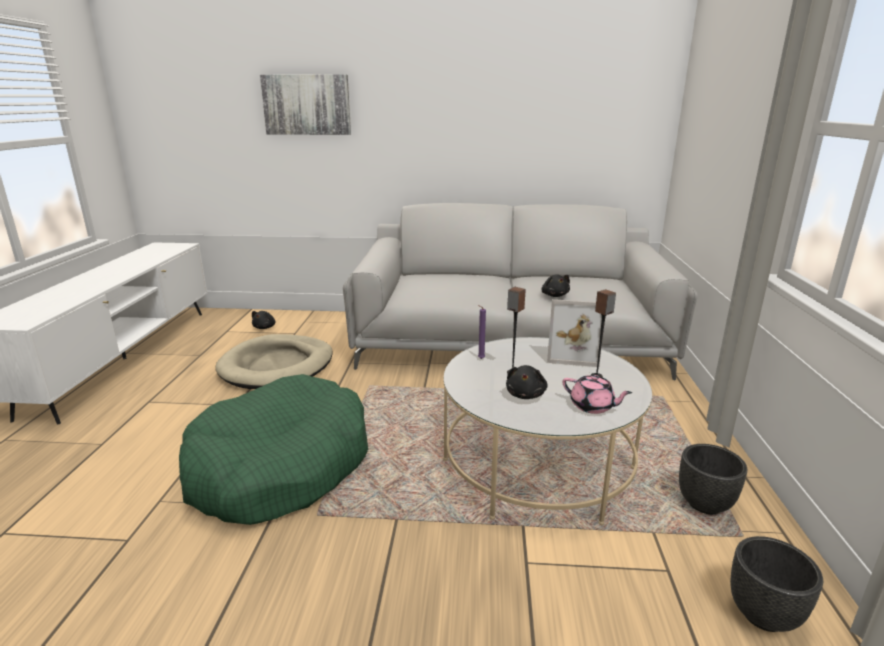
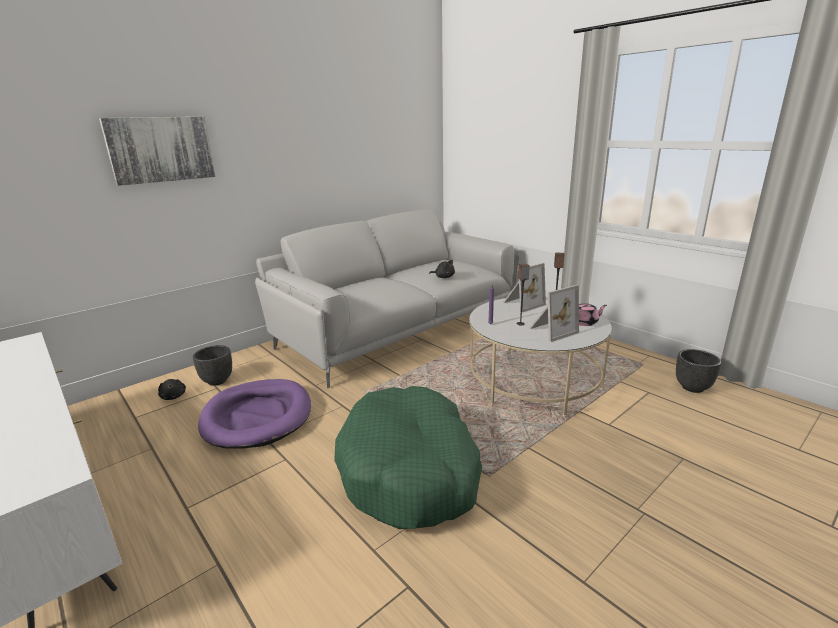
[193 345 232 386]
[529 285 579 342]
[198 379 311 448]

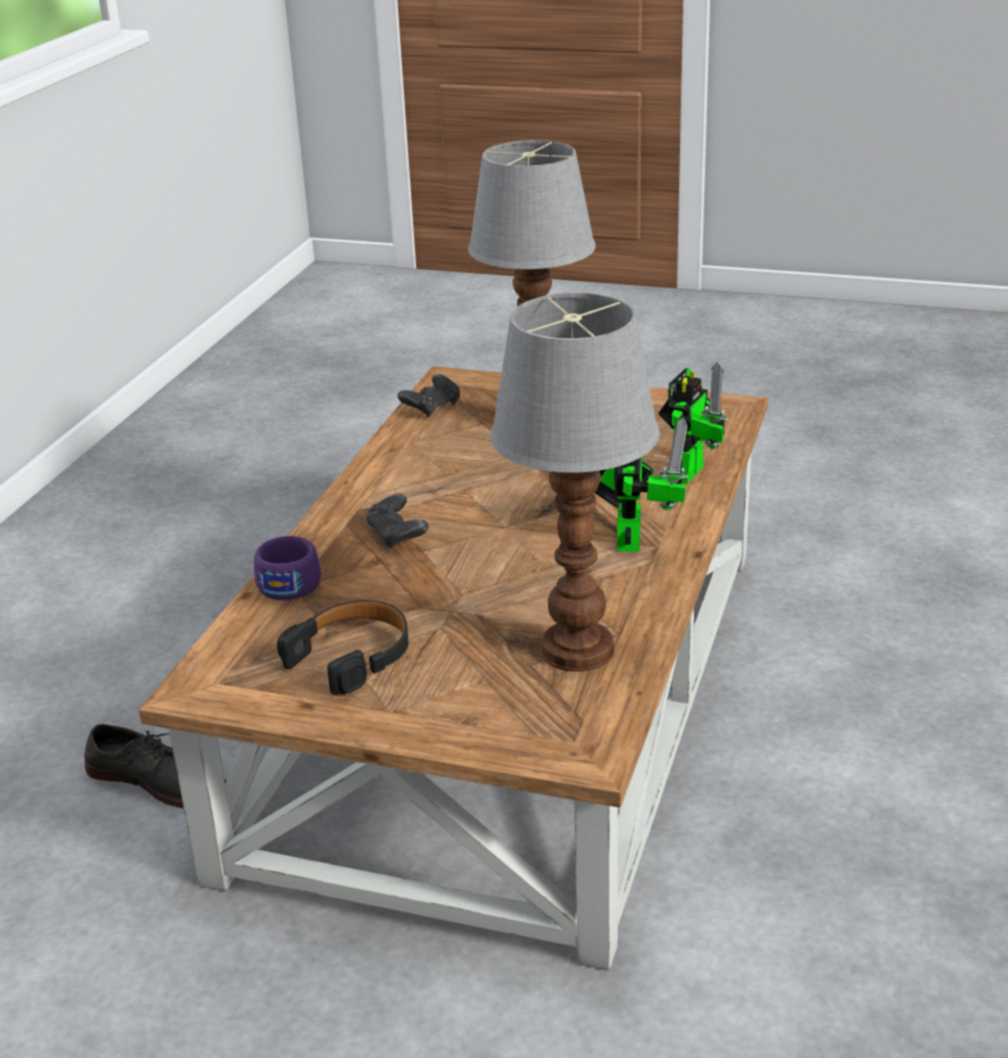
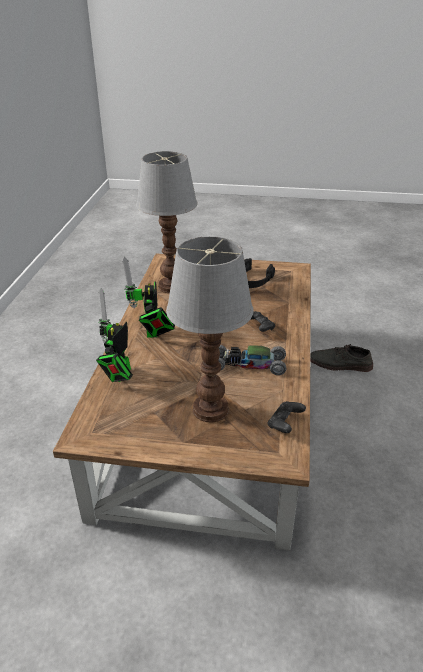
[254 536 321 600] (first image)
[218 345 286 375]

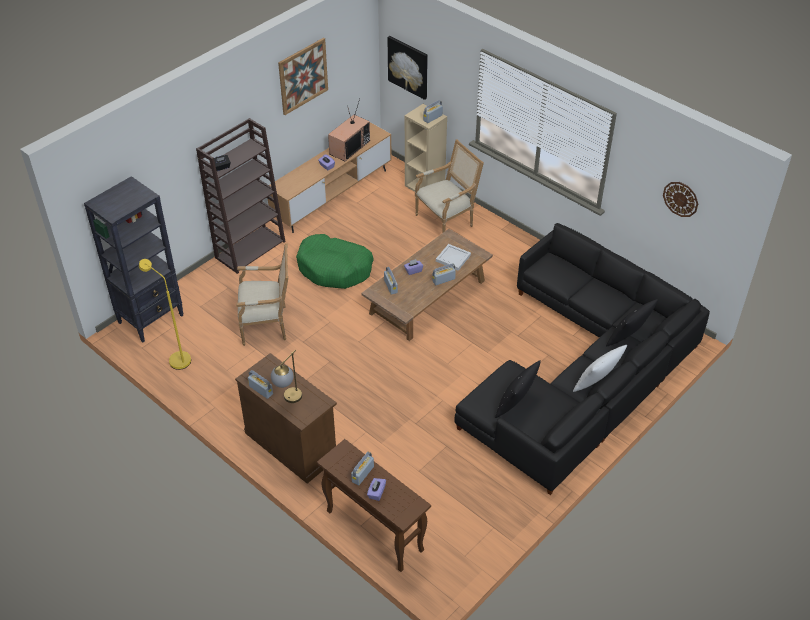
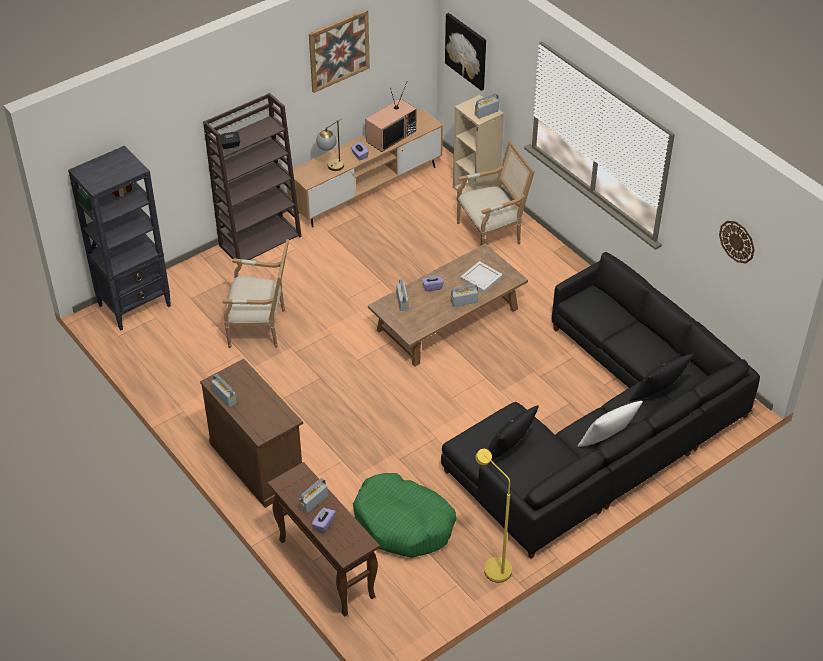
[475 449 512 583]
[316 118 344 171]
[353 473 456 558]

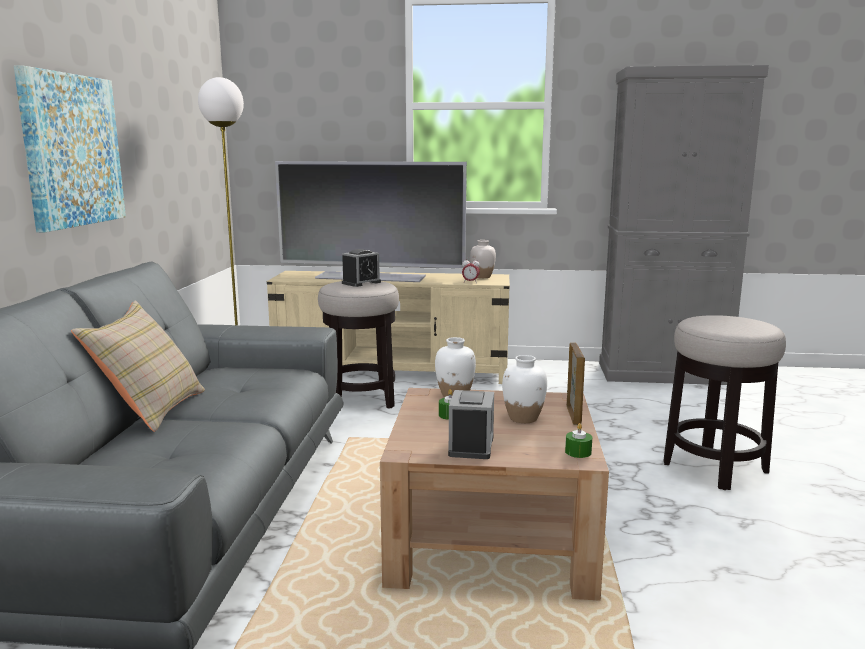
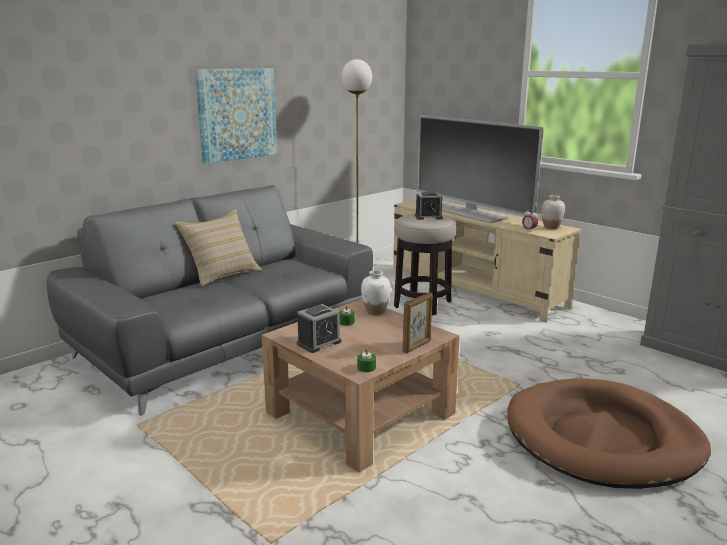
[502 355 547 423] (first image)
[507 378 711 489]

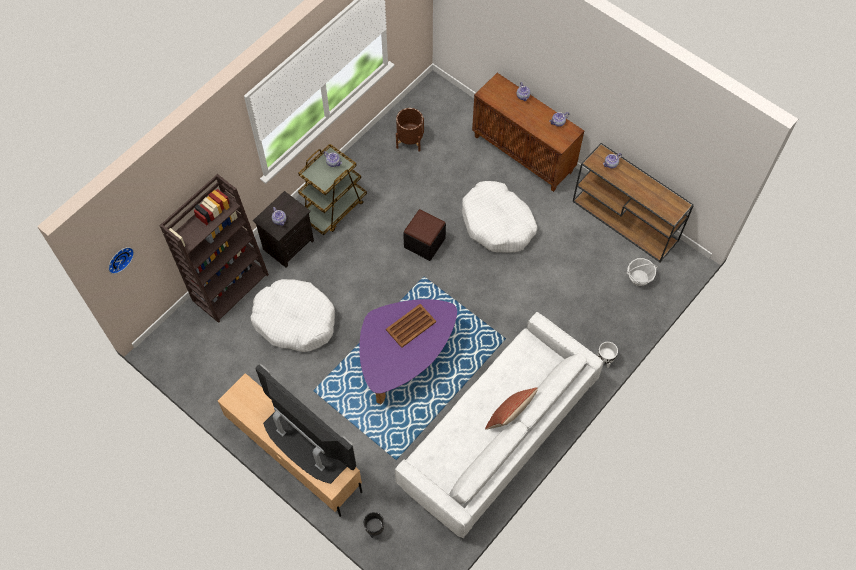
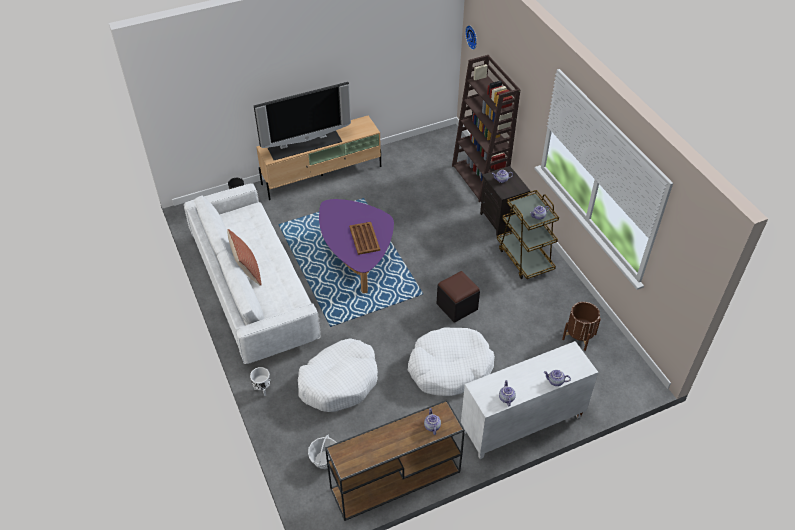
[298 338 378 412]
[461 341 598 459]

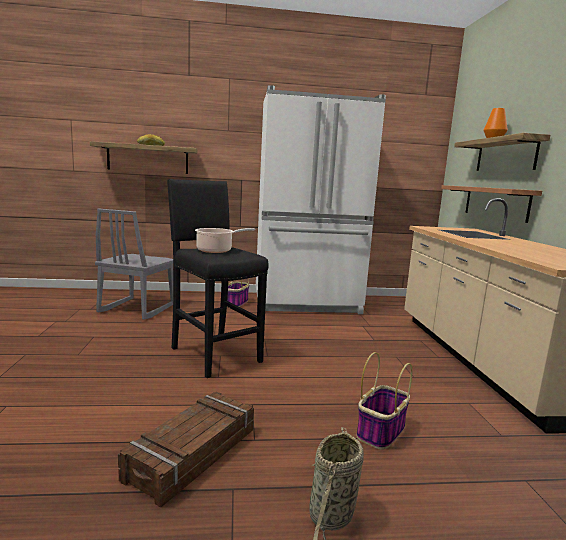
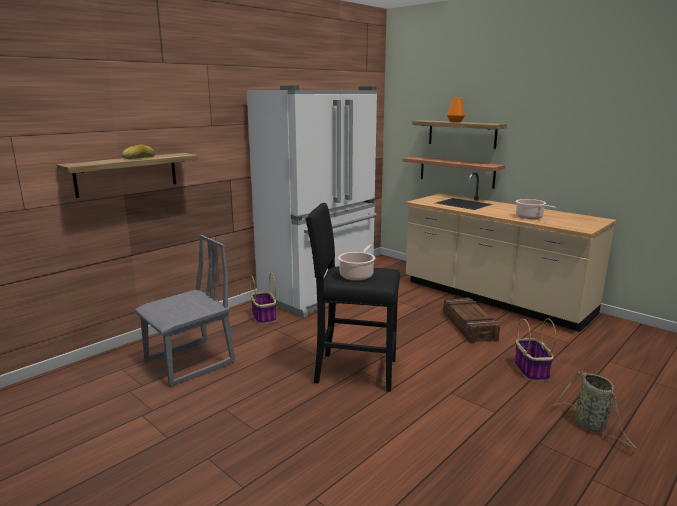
[516 199 556 219]
[443 297 500 344]
[135 235 235 387]

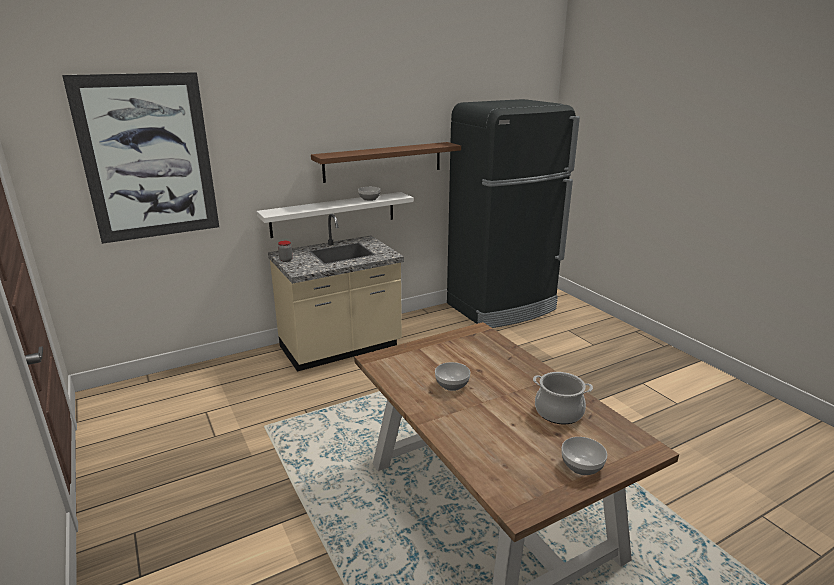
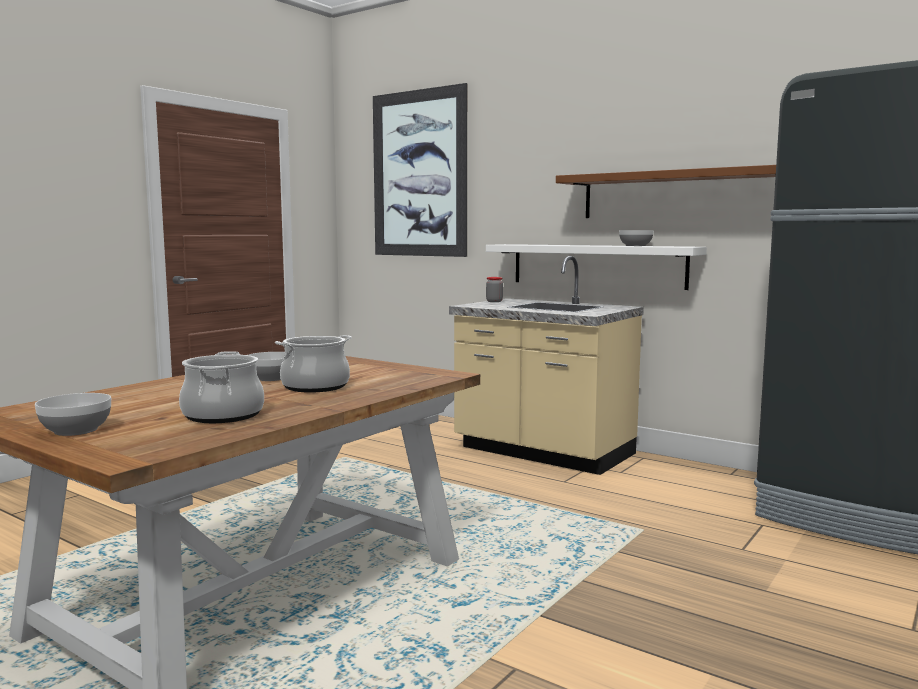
[275 335 352 393]

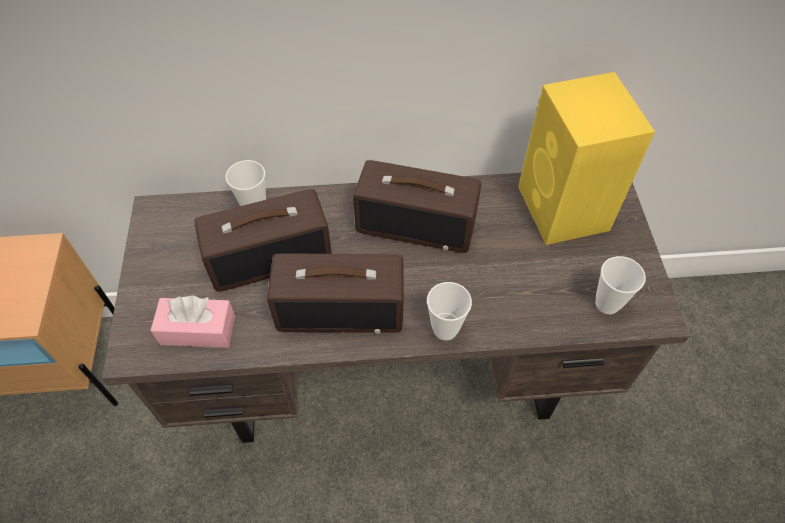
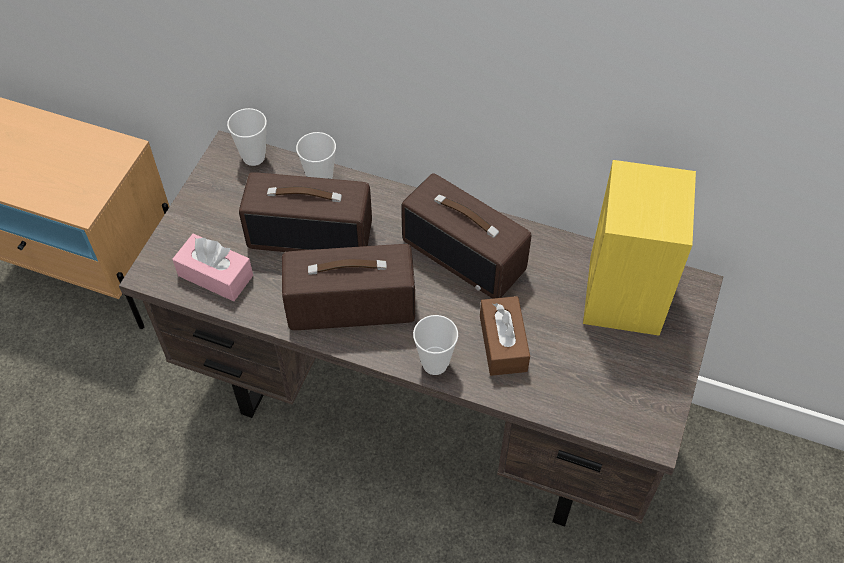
[480 296 530 376]
[227 108 267 166]
[282 244 415 330]

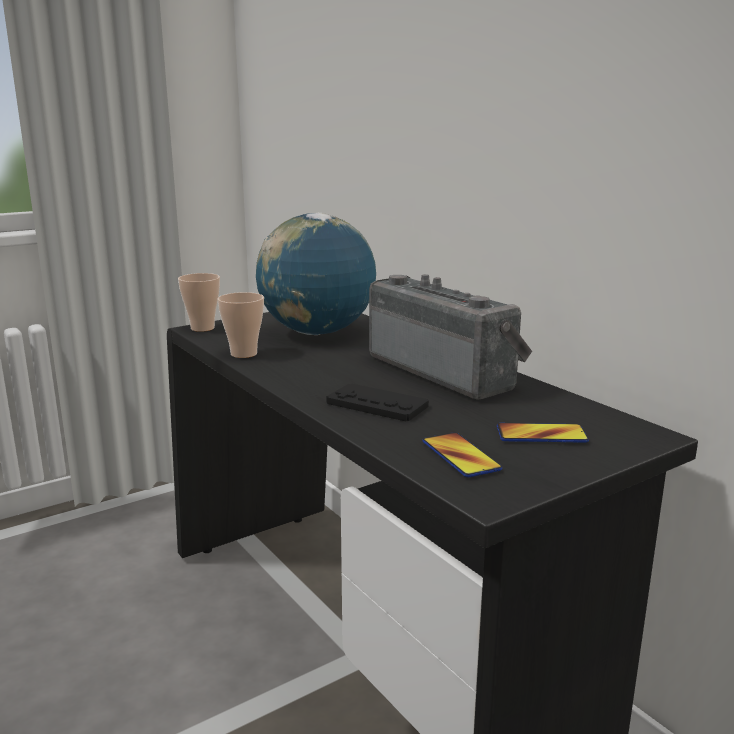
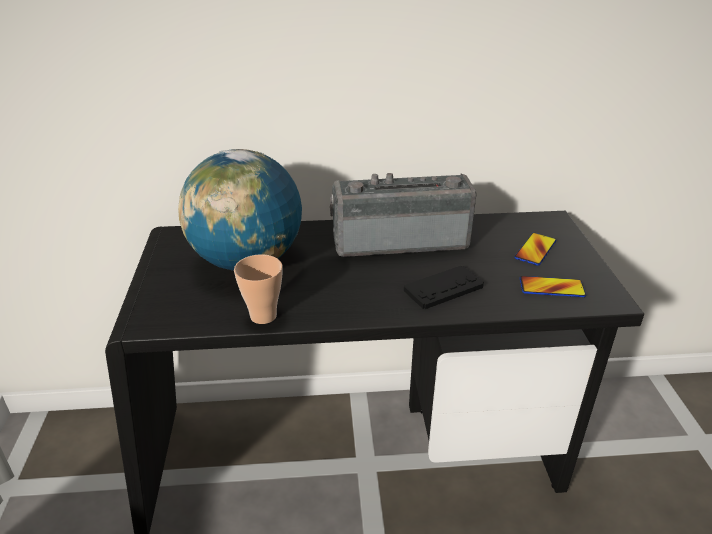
[178 273 220 332] (first image)

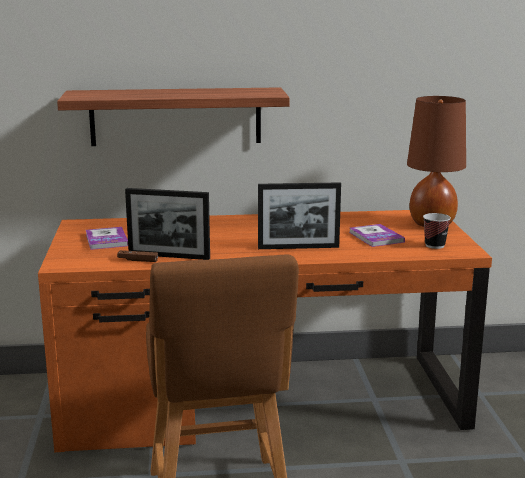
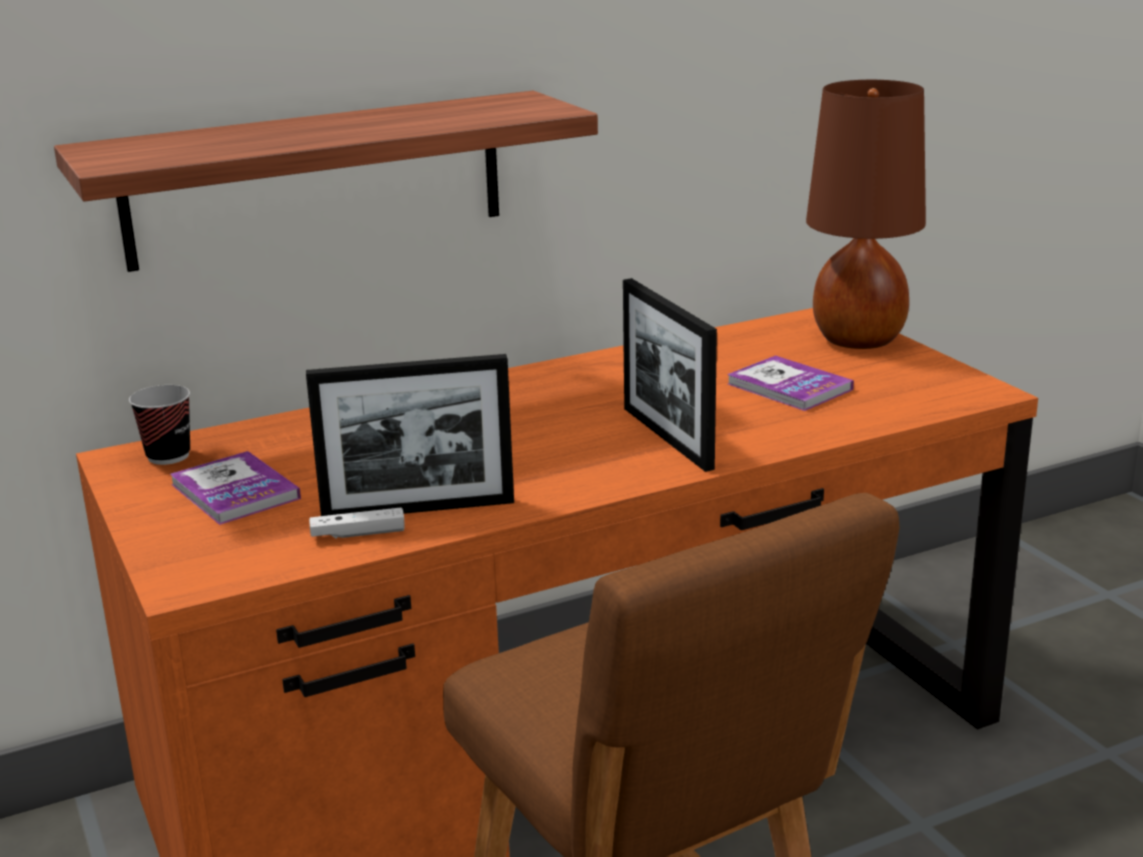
[129 385 190 465]
[309 508 405 539]
[623 278 717 472]

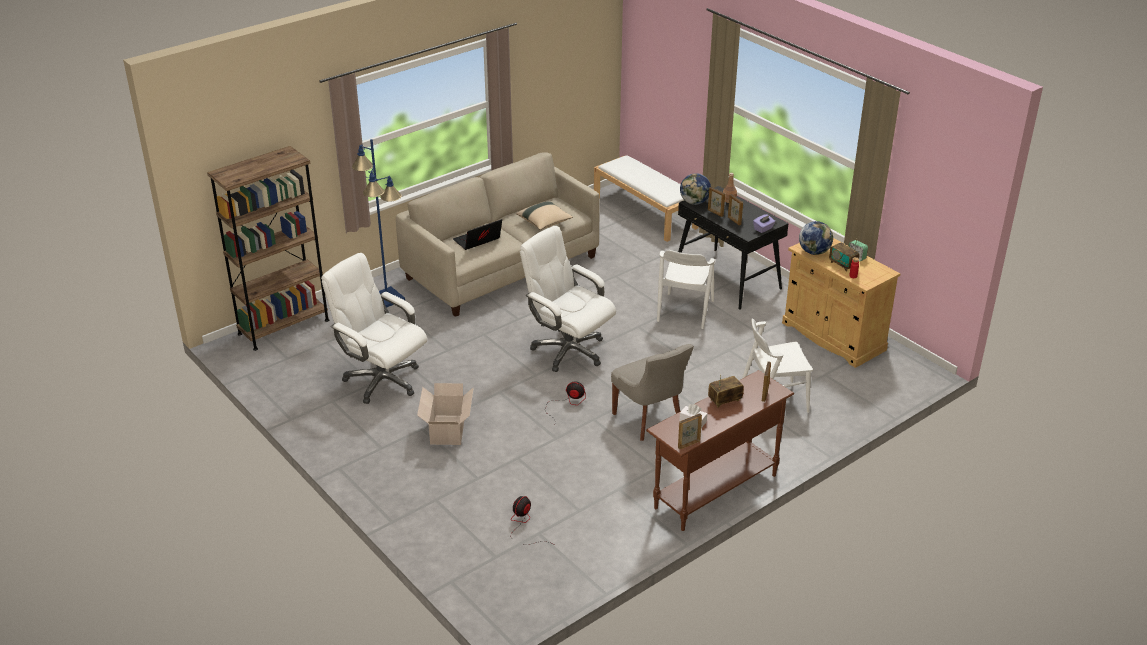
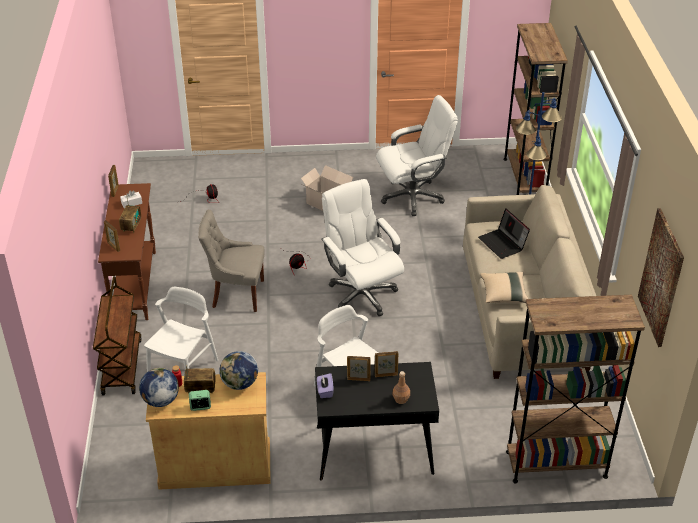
[93 276 142 396]
[638 208 684 347]
[139 368 179 407]
[506 295 645 483]
[478 208 530 259]
[321 179 404 316]

